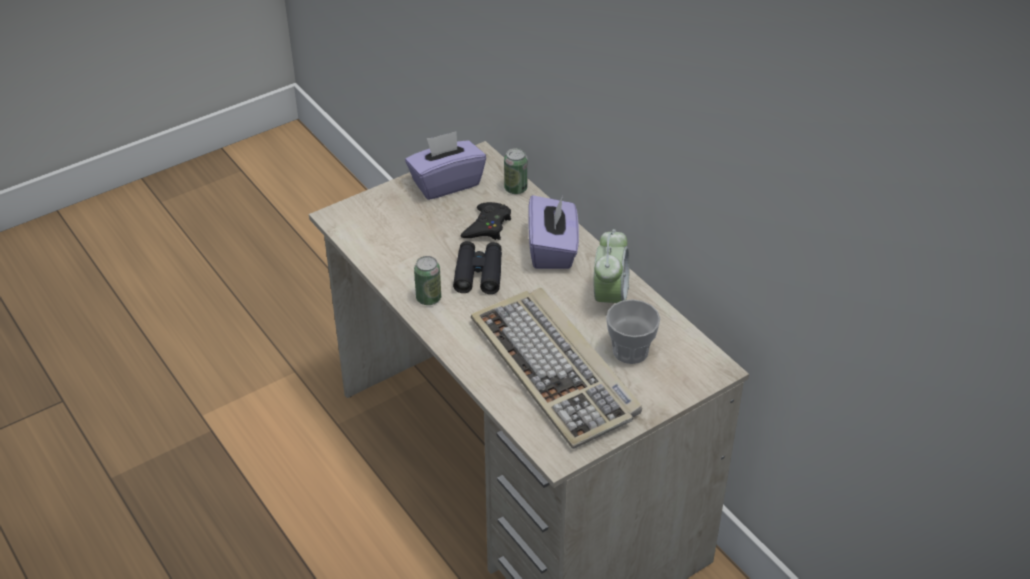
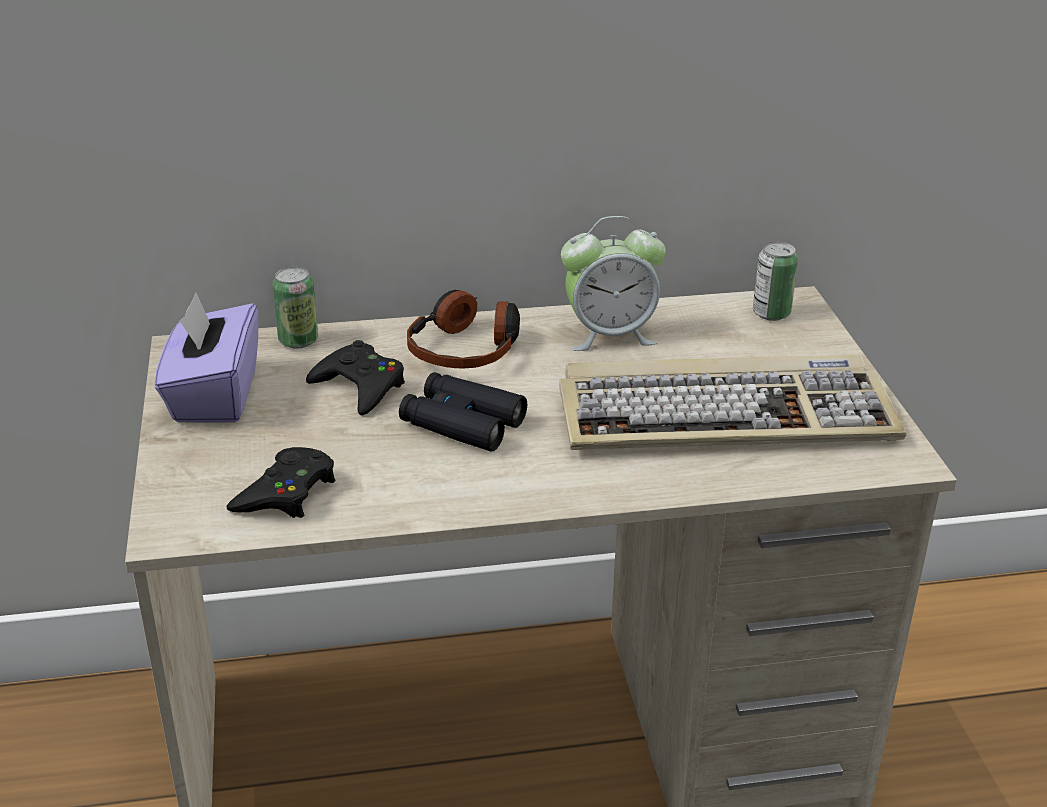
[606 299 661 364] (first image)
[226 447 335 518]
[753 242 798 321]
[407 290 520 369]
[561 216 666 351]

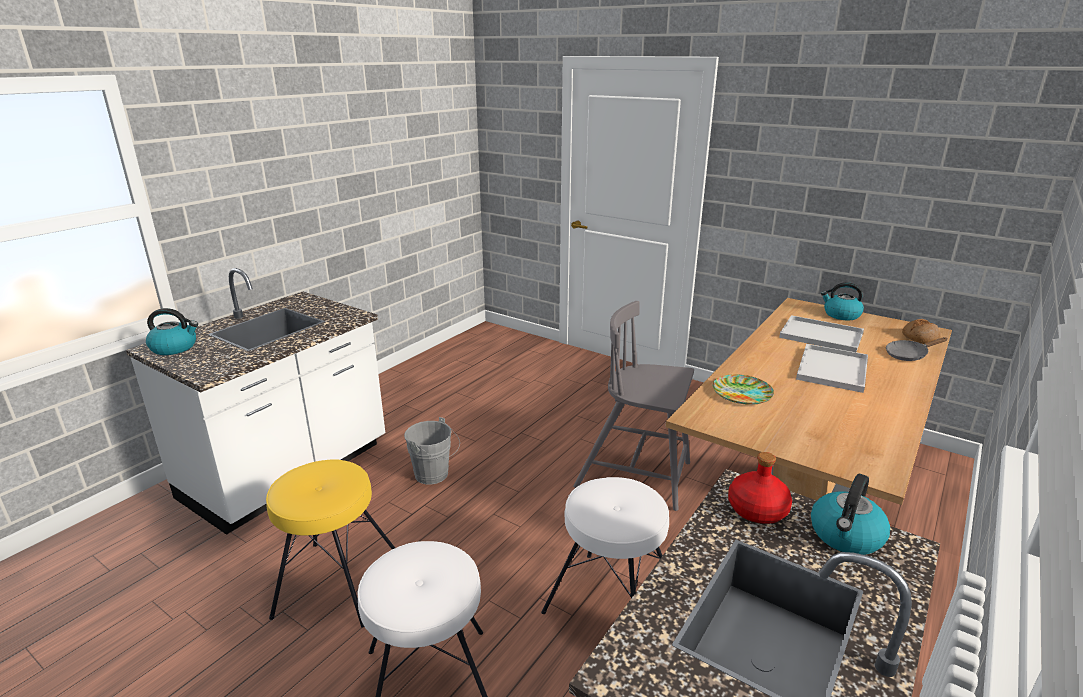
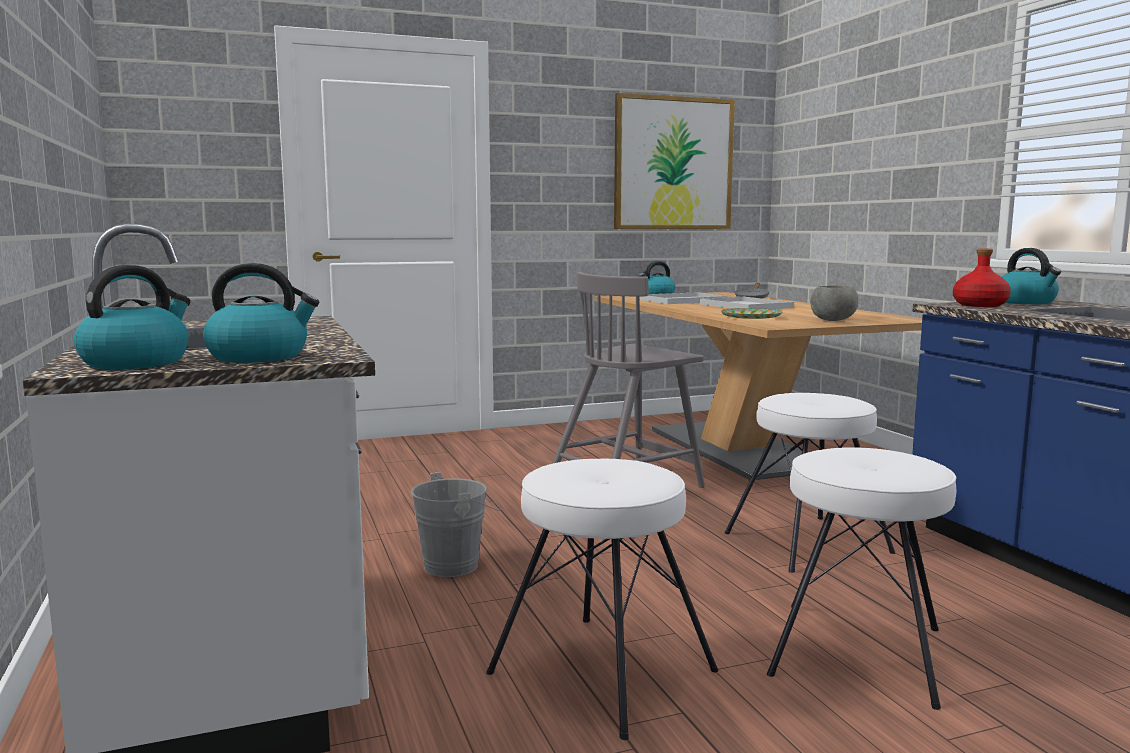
[902 319 941 344] (first image)
[203 263 319 363]
[614 93 735 229]
[810 285 858 321]
[486 459 718 740]

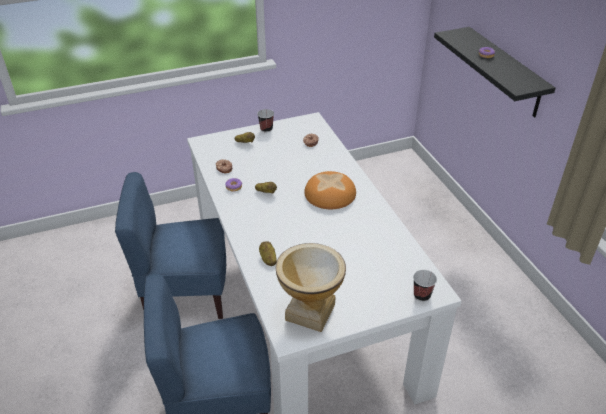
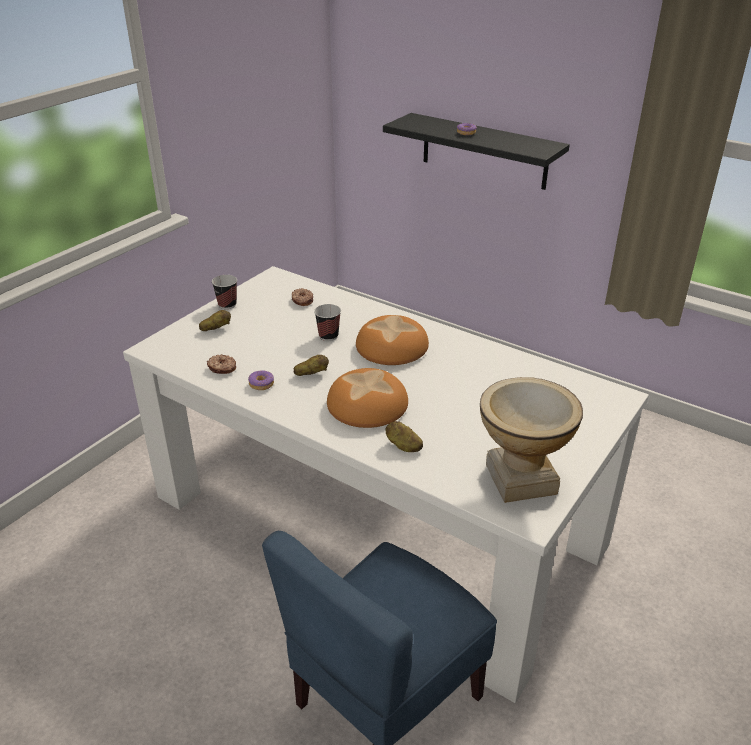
[115 172 226 319] (first image)
[327 368 408 428]
[314 304 341 341]

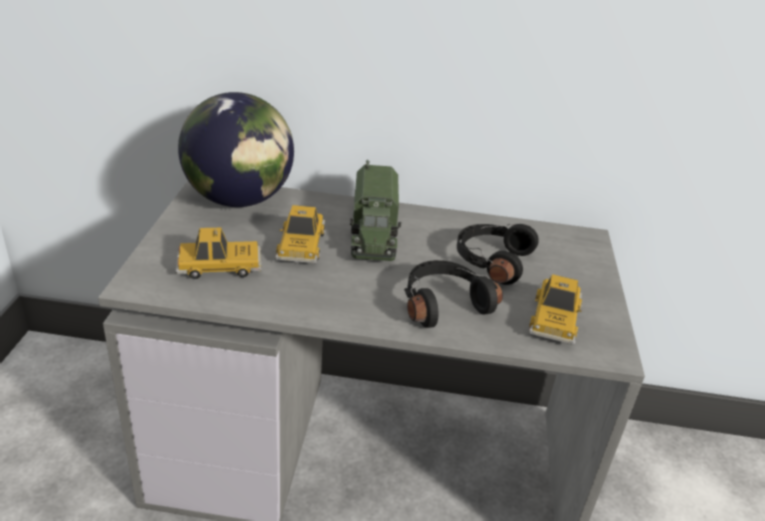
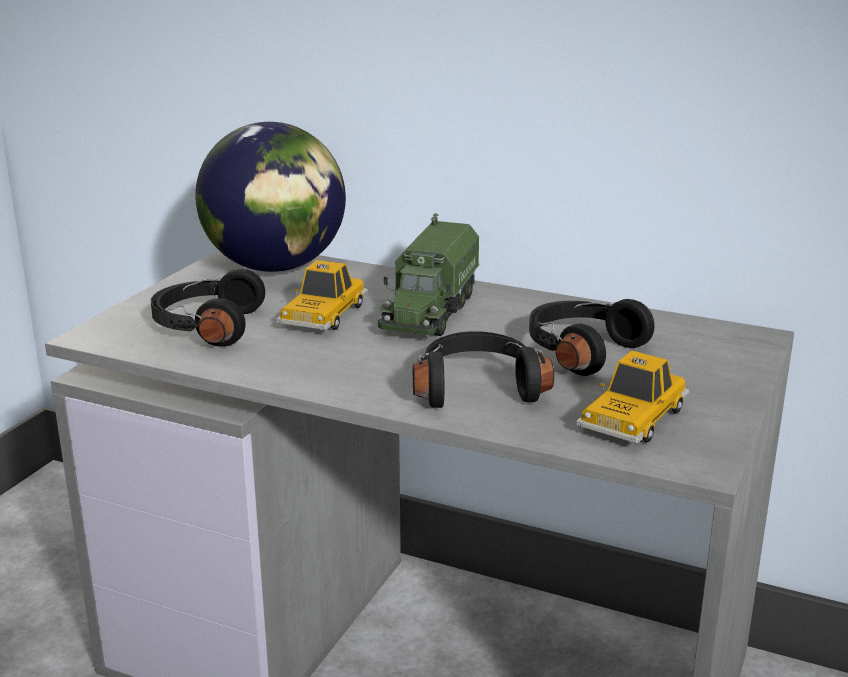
[151 269 265 347]

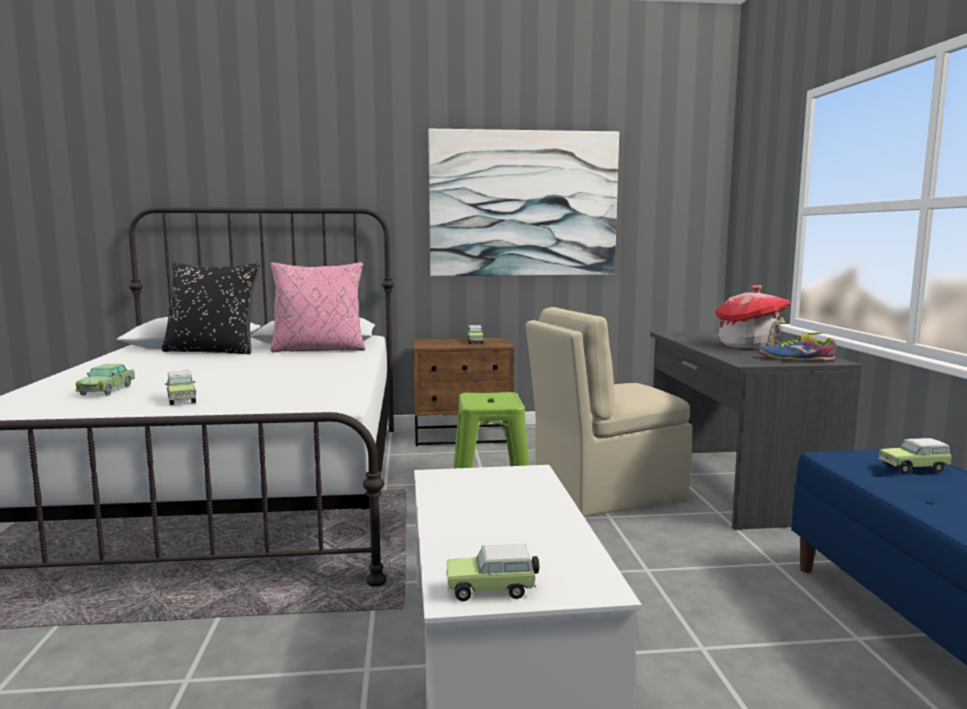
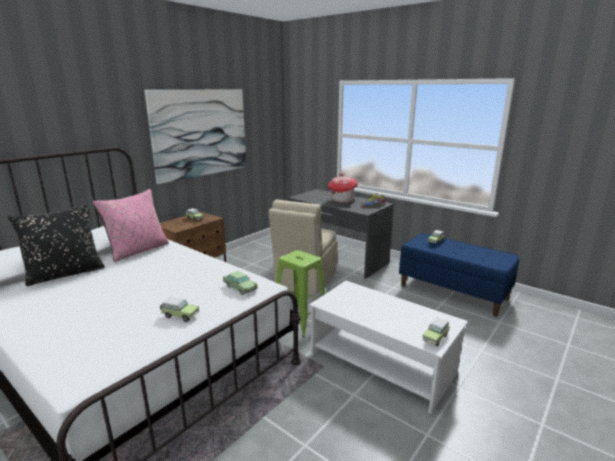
[223 271 258 295]

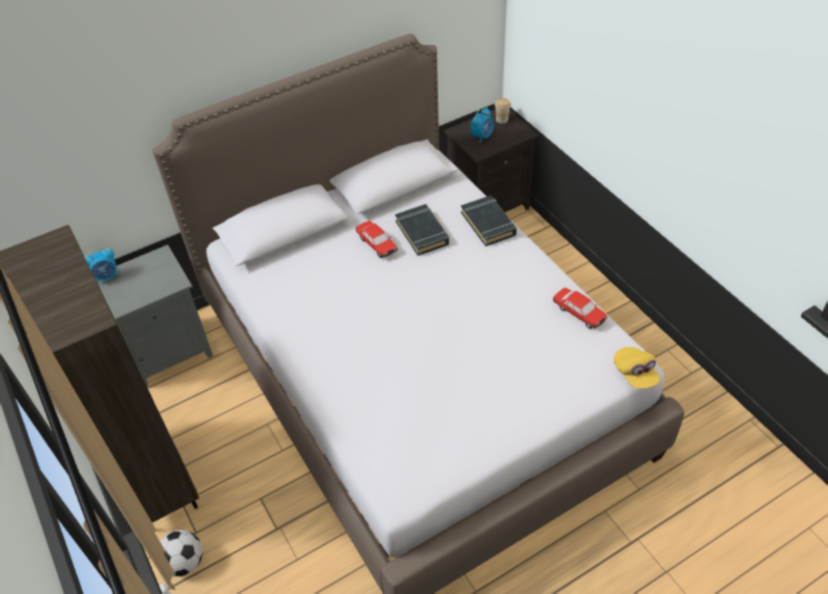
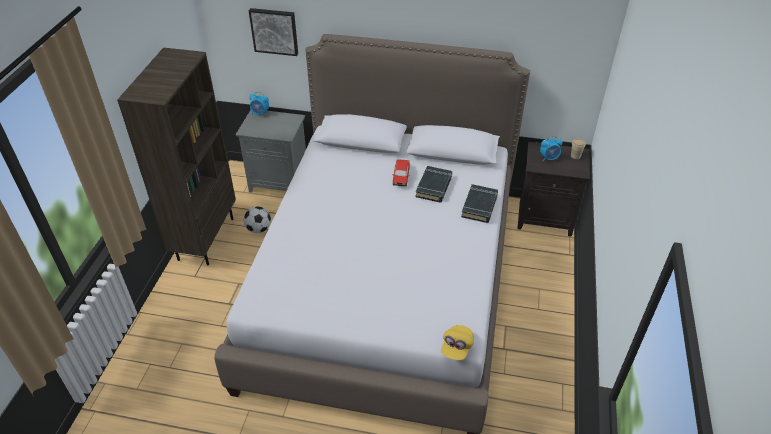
[553 288 607 329] (first image)
[249 8 298 56]
[244 206 271 233]

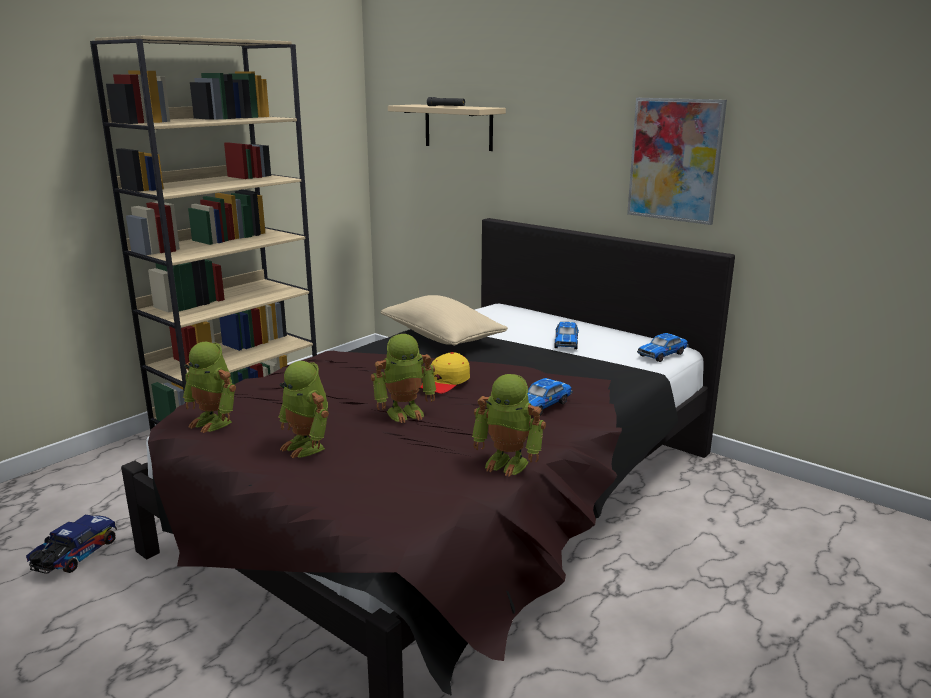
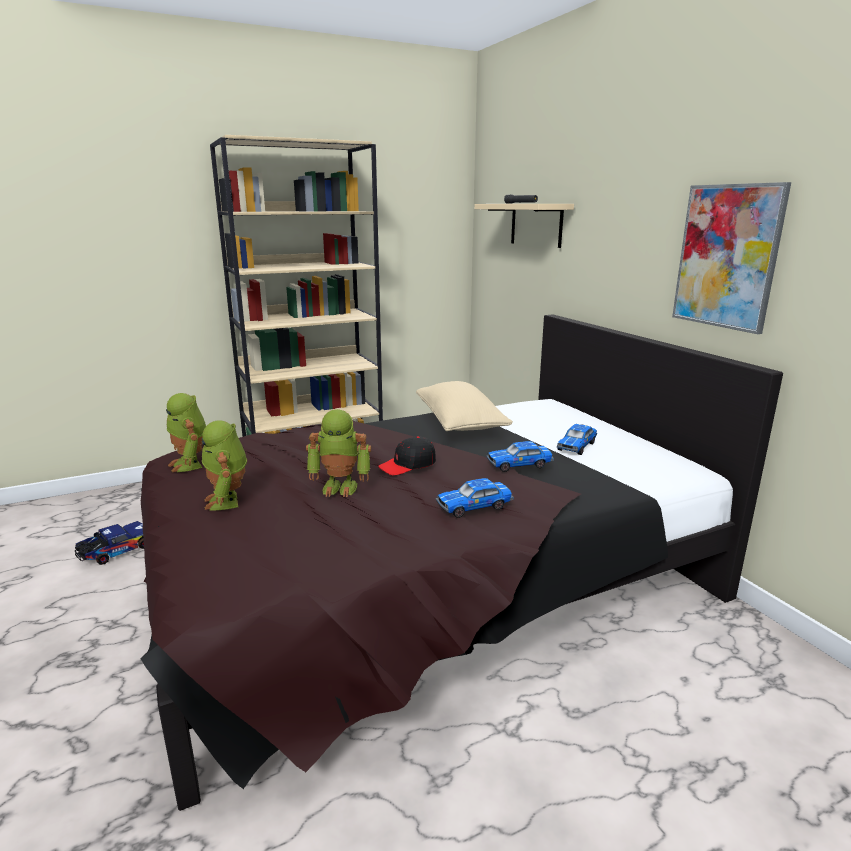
[472 374 546 477] (first image)
[486 441 554 472]
[378 436 436 476]

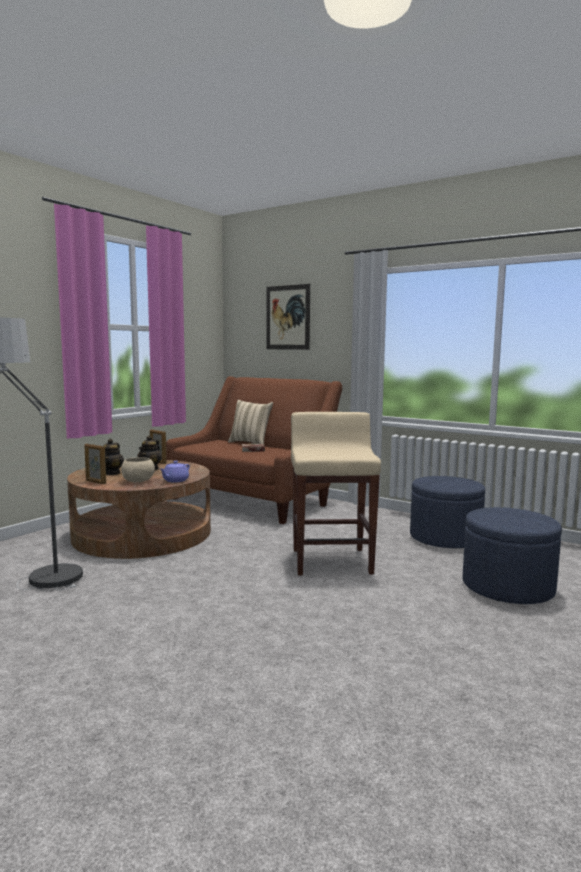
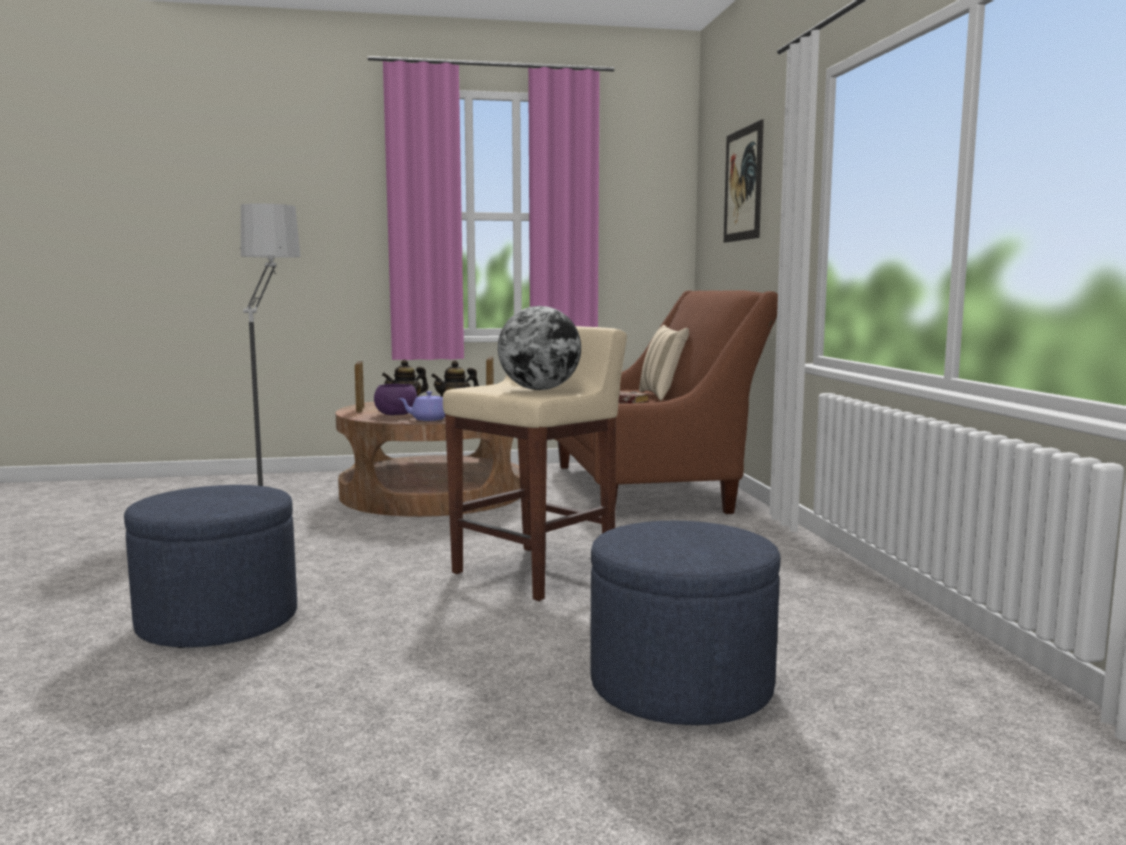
[498 306 581 390]
[124 485 297 648]
[374 384 417 415]

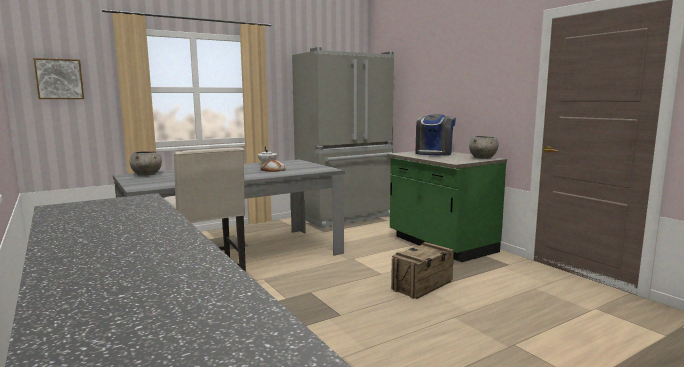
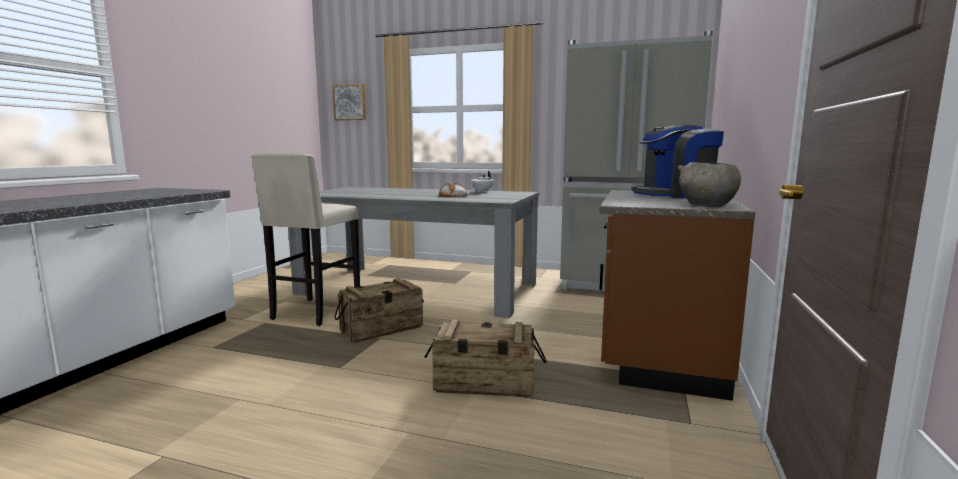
[129 151 162 176] (first image)
[334 278 424 343]
[599 190 755 401]

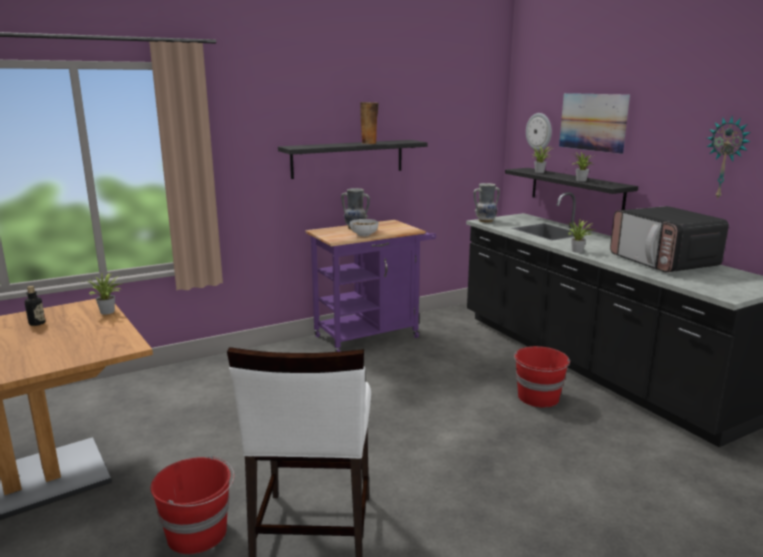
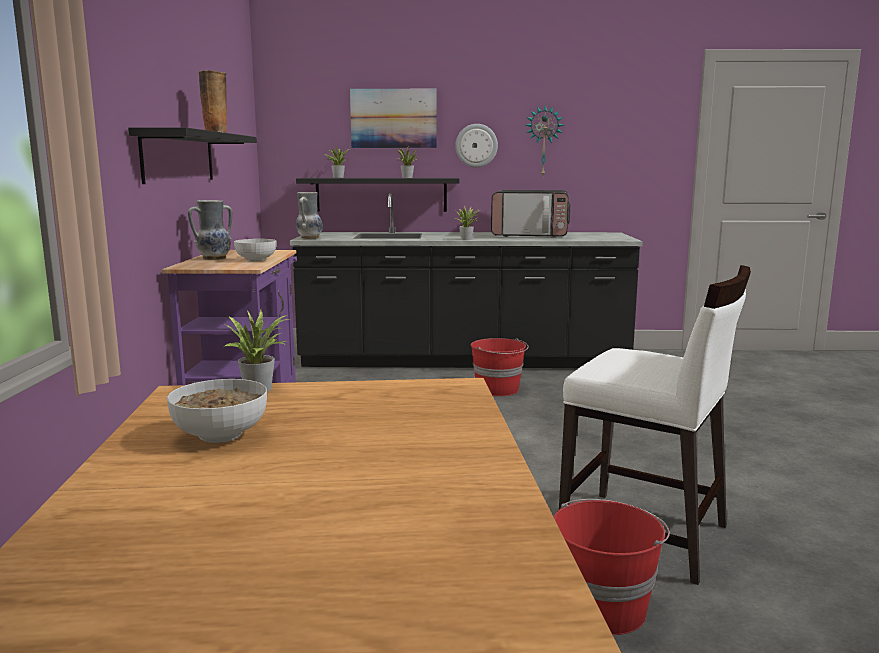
[455 124 498 167]
[167 379 267 443]

